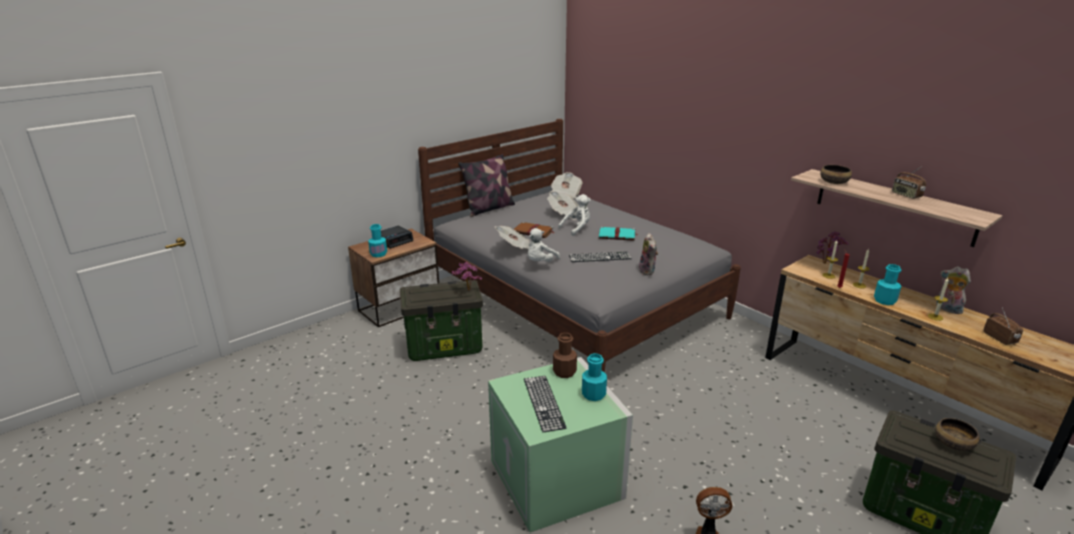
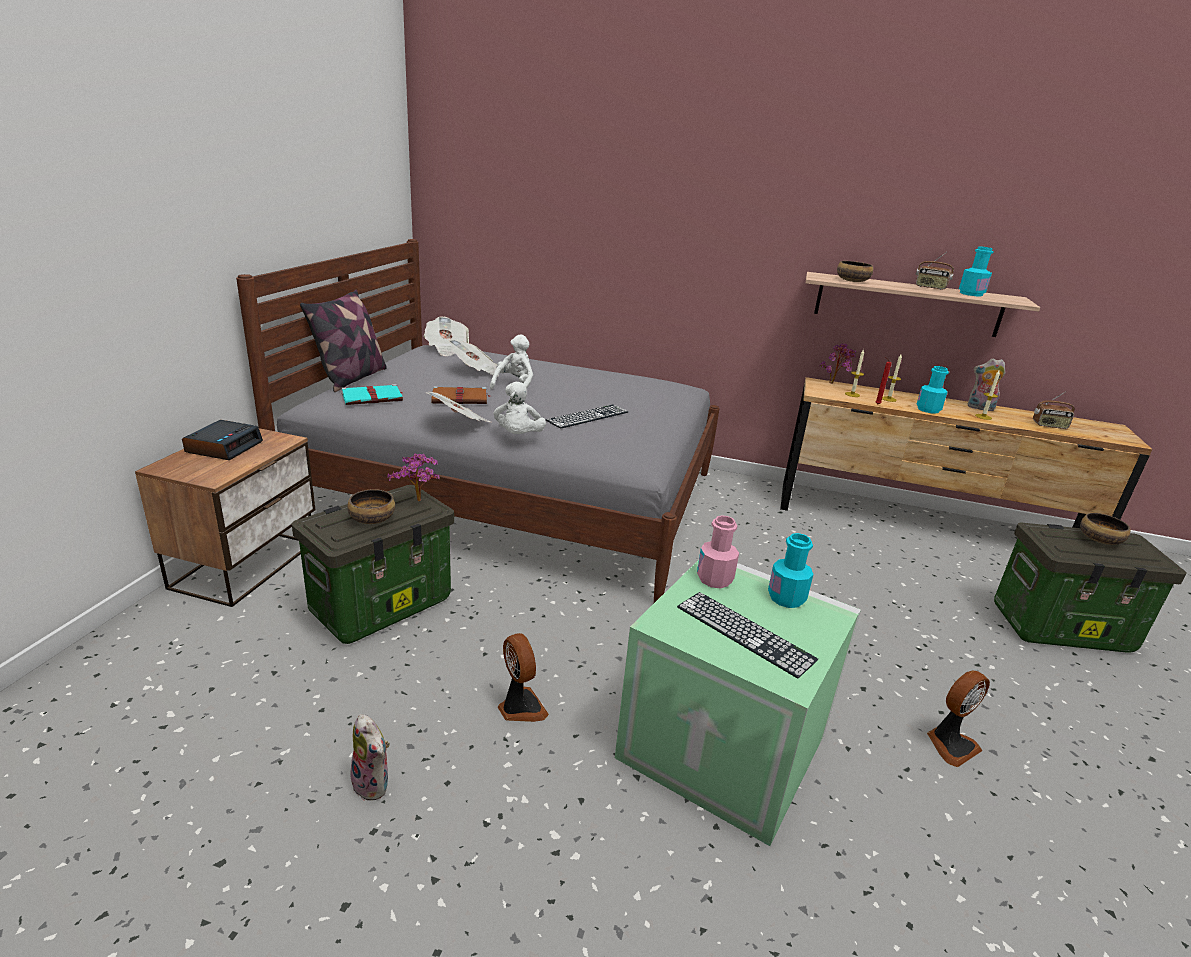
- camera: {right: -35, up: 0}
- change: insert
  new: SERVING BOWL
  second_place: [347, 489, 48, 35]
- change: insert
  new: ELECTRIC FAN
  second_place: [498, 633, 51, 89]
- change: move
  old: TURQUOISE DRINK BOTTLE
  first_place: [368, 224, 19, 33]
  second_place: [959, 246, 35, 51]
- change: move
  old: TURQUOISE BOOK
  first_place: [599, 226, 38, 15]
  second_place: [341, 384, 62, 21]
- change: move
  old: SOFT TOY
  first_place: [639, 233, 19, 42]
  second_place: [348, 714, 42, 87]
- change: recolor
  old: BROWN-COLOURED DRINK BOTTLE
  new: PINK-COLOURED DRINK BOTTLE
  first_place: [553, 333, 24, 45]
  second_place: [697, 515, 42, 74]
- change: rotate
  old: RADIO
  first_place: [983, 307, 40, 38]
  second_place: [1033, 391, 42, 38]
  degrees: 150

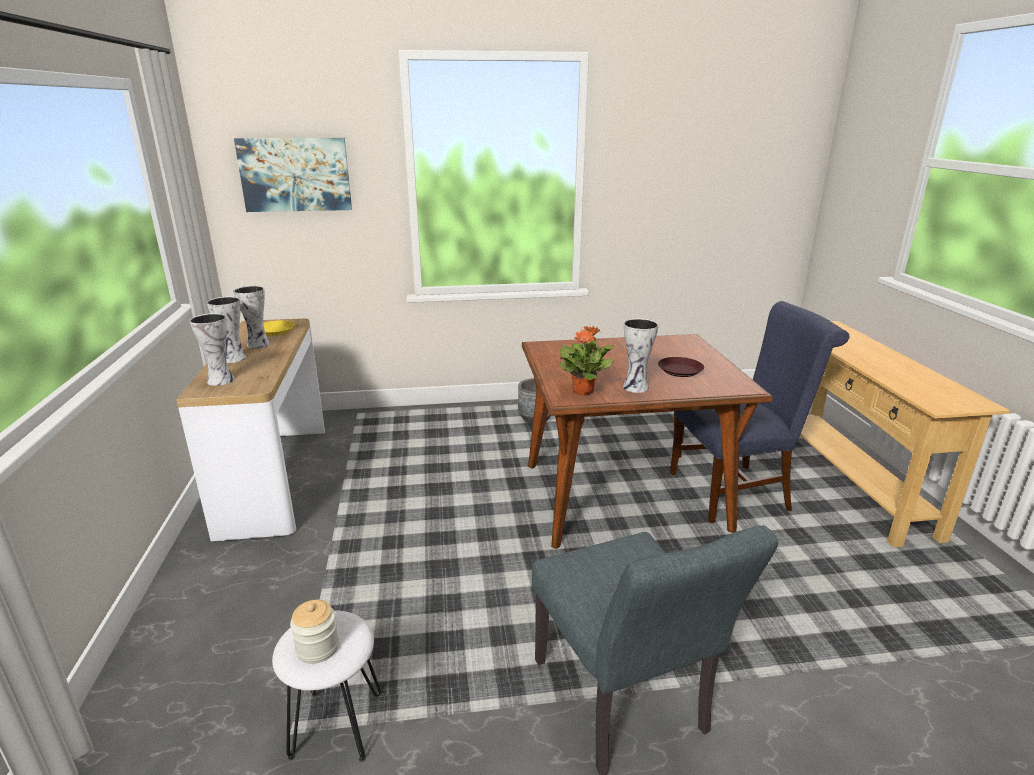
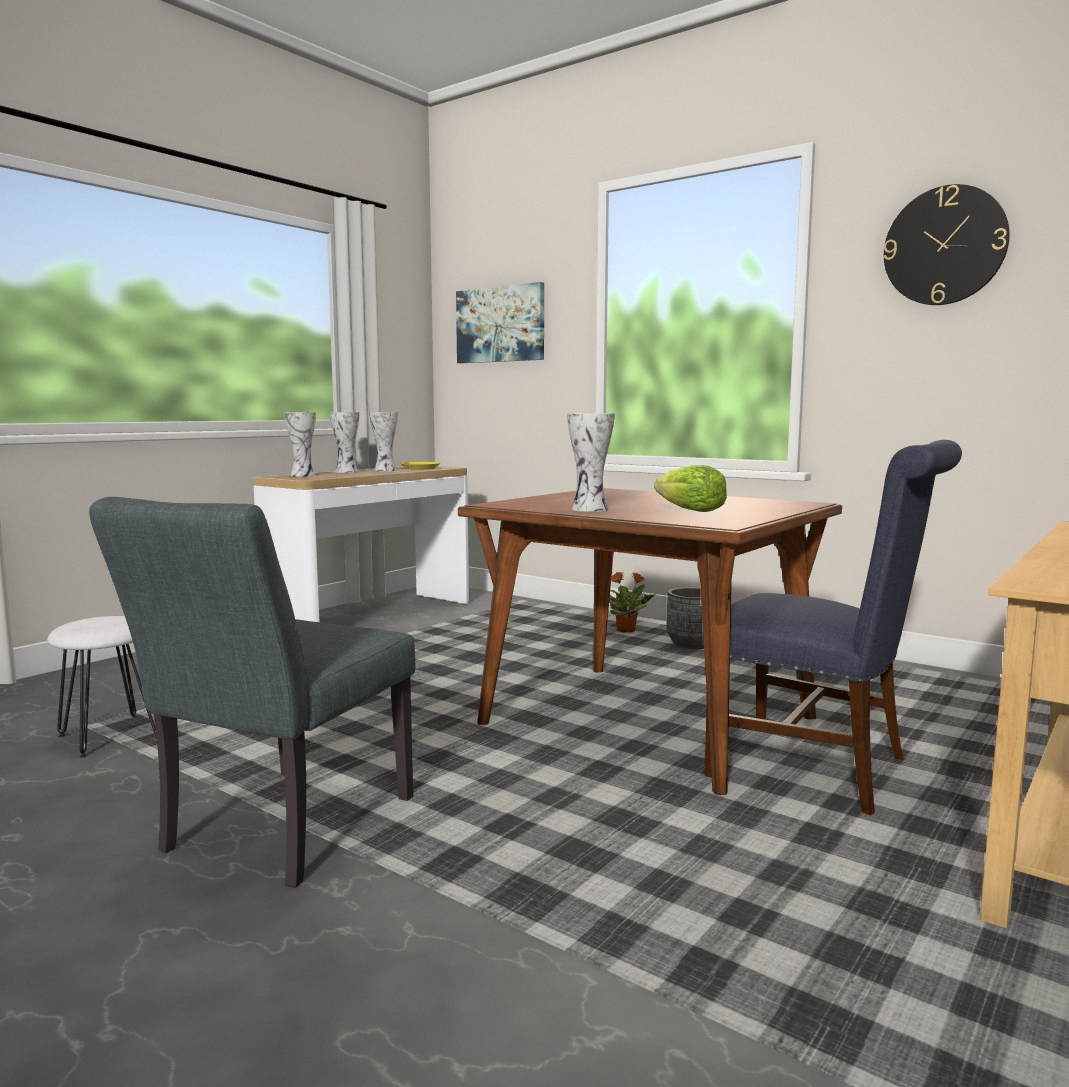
- camera: {right: 45, up: -15}
- change: delete
  old: STORAGE JAR
  first_place: [290, 600, 49, 64]
- change: insert
  new: HANGING CLOCK
  second_place: [883, 184, 127, 121]
- change: move
  old: PLANT IN A POT
  first_place: [559, 326, 56, 69]
  second_place: [609, 572, 46, 61]
- change: replace
  old: BROWN-COLOURED PLATE
  new: LETTUCE
  first_place: [658, 357, 46, 20]
  second_place: [654, 465, 73, 47]

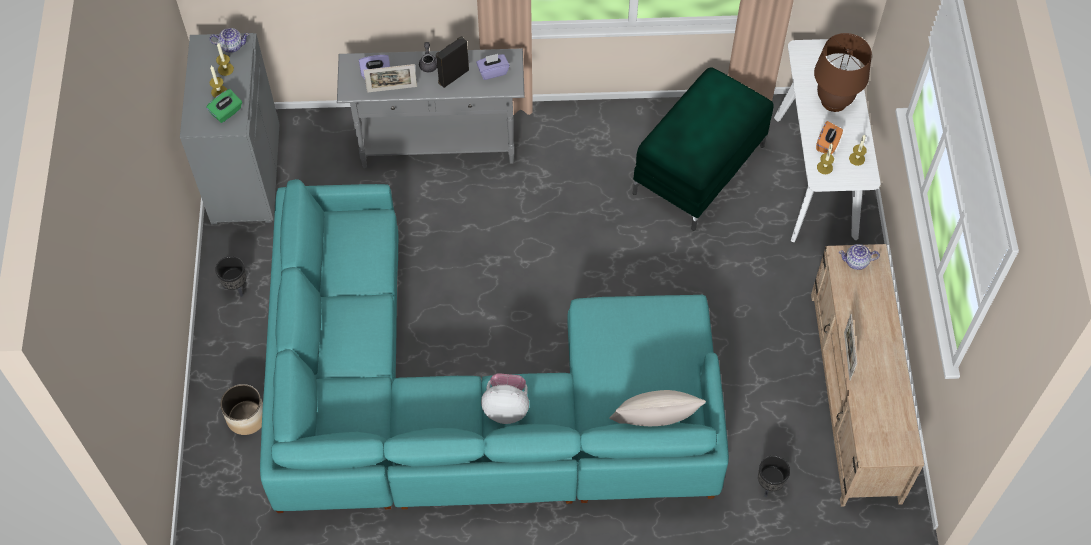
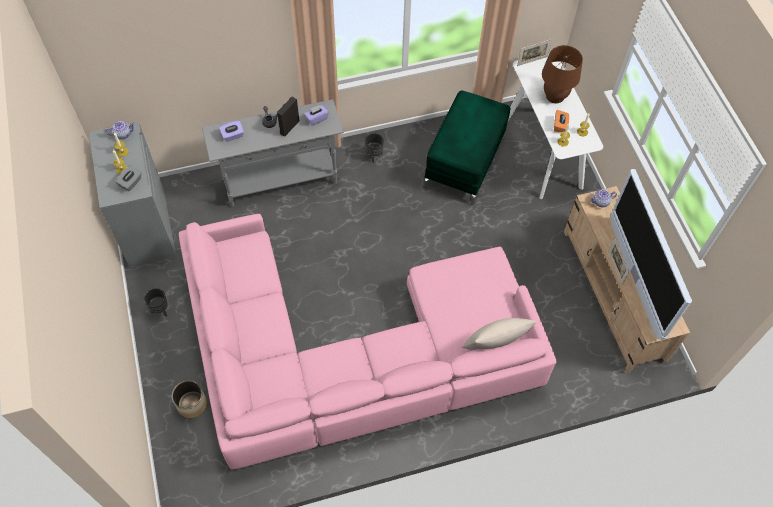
- camera: {right: -15, up: 0}
- change: delete
  old: SOFT TOY
  first_place: [481, 373, 48, 51]
- change: insert
  new: TELEVISION
  second_place: [610, 169, 82, 171]
- change: move
  old: STANDING FRAME
  first_place: [363, 64, 54, 29]
  second_place: [517, 39, 35, 27]
- change: move
  old: BLACK-COLOURED PLANTER
  first_place: [758, 456, 32, 41]
  second_place: [365, 133, 19, 30]
- change: recolor
  old: GREEN-COLOURED BOX OF TISSUES
  new: GREY BOX OF TISSUES
  first_place: [206, 89, 36, 34]
  second_place: [115, 165, 27, 26]
- change: recolor
  old: TURQUOISE SETTEE
  new: PINK-COLOURED SETTEE
  first_place: [260, 179, 469, 334]
  second_place: [179, 214, 378, 256]

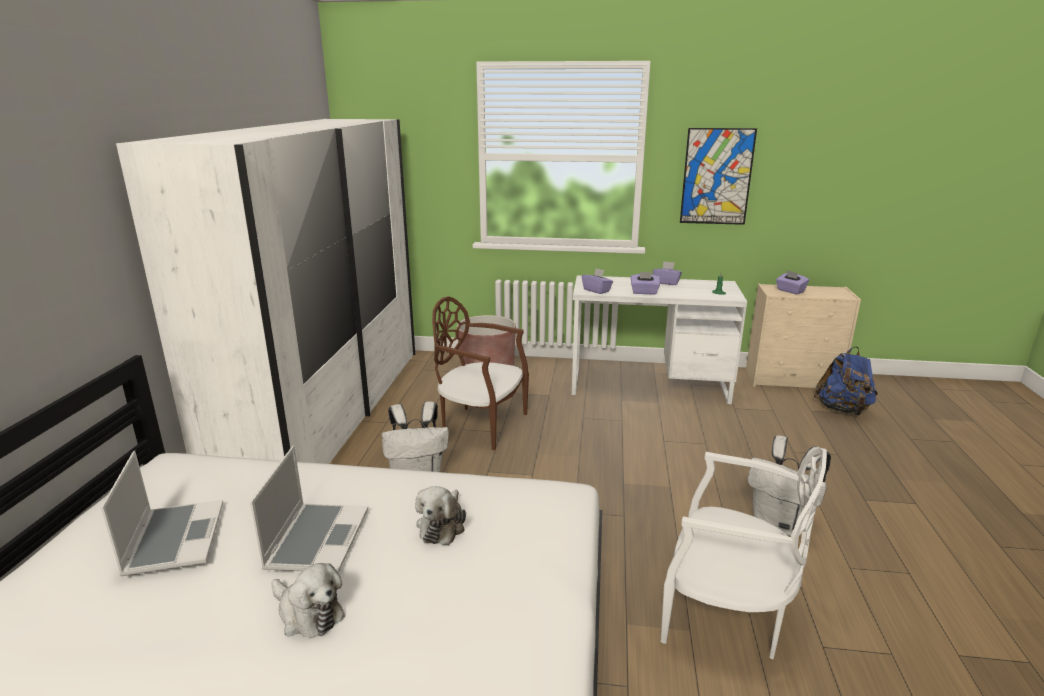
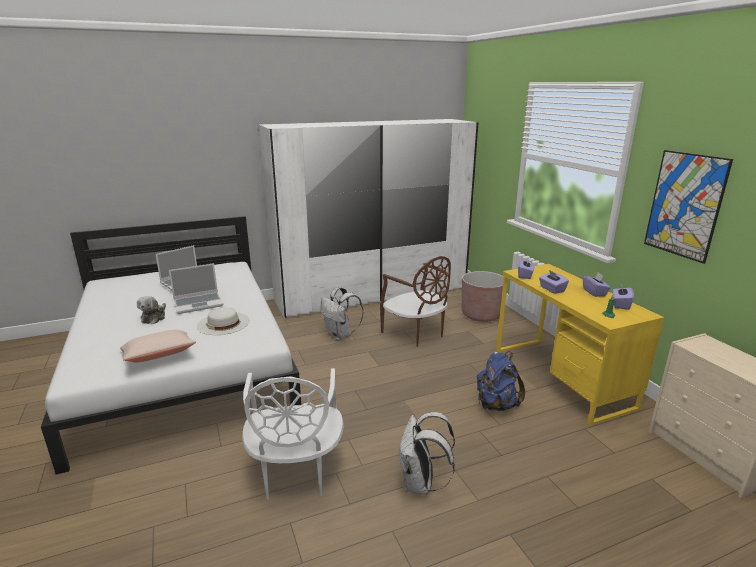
- camera: {right: 60, up: 0}
- change: insert
  new: BEIGE CUSHION
  second_place: [120, 330, 76, 33]
- change: move
  old: PURPLISH BOX OF TISSUES
  first_place: [776, 270, 33, 24]
  second_place: [613, 287, 21, 23]
- change: move
  old: BLUISH KNAPSACK
  first_place: [814, 346, 64, 69]
  second_place: [477, 351, 48, 60]
- change: replace
  old: SOFT TOY
  new: WHITE-COLOURED HAT
  first_place: [415, 486, 51, 59]
  second_place: [197, 307, 53, 28]
- change: recolor
  old: WHITE-COLOURED DESK
  new: YELLOW-COLOURED DESK
  first_place: [572, 275, 175, 129]
  second_place: [496, 264, 168, 162]
- change: rotate
  old: BROWN-COLOURED PLAIN CHAIR
  first_place: [432, 296, 97, 154]
  second_place: [380, 256, 71, 91]
  degrees: 150

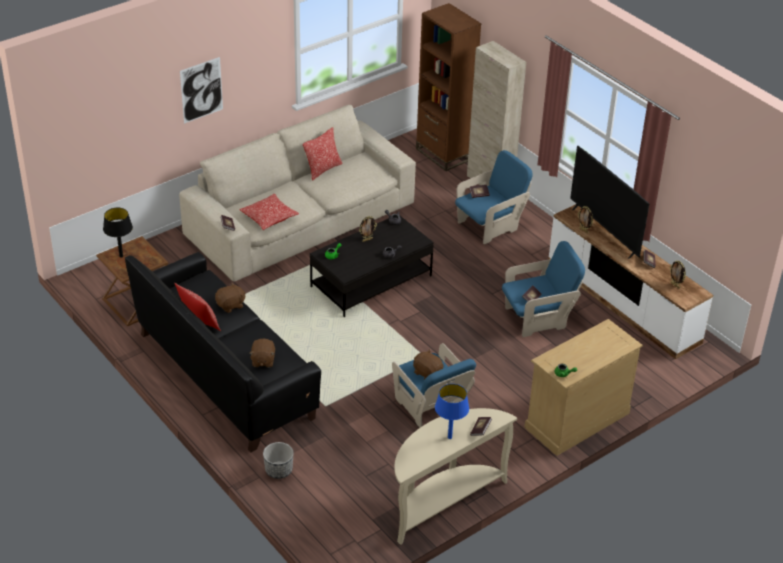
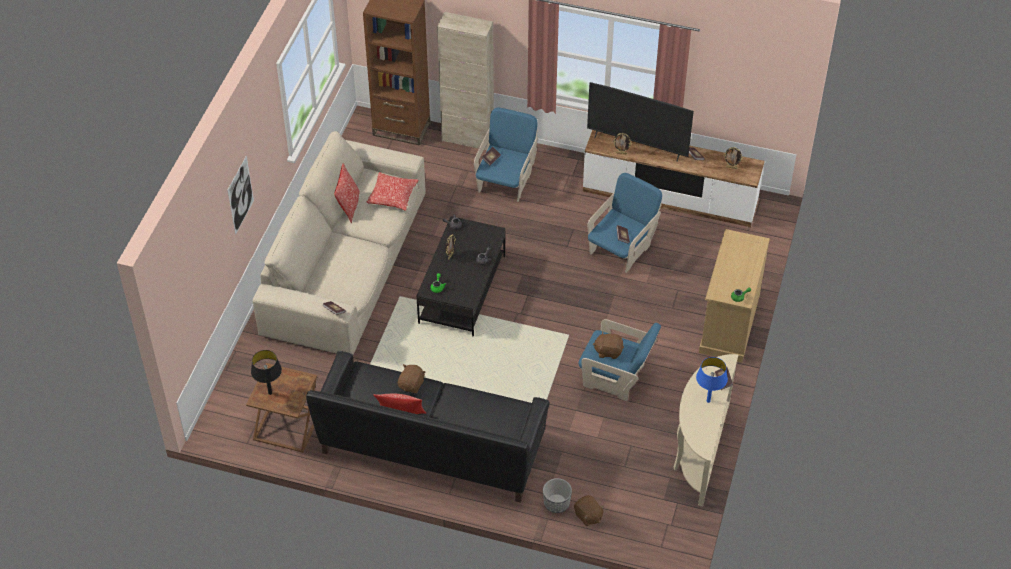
- camera: {right: -35, up: 10}
- change: move
  old: CUSHION
  first_place: [239, 194, 60, 36]
  second_place: [367, 172, 51, 39]
- change: move
  old: BROWN-COLOURED SOFT TOY
  first_place: [249, 339, 26, 28]
  second_place: [574, 495, 30, 31]

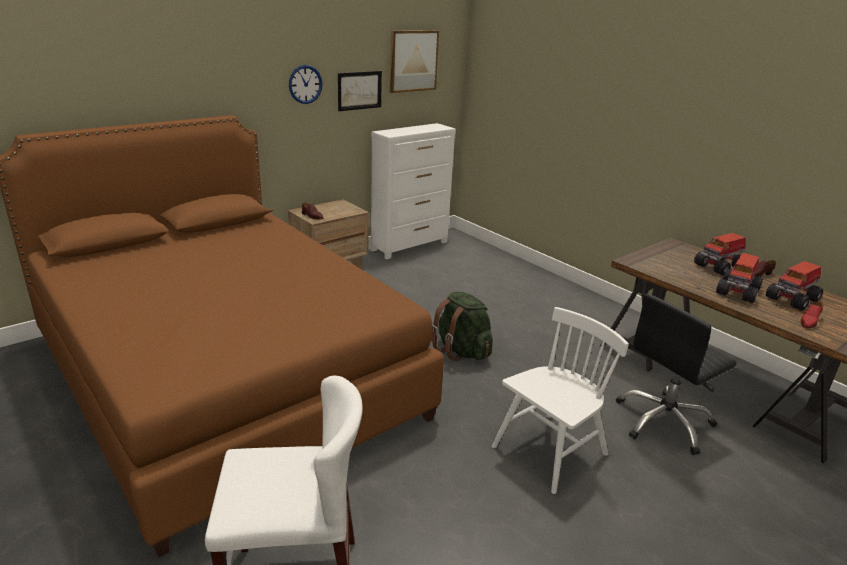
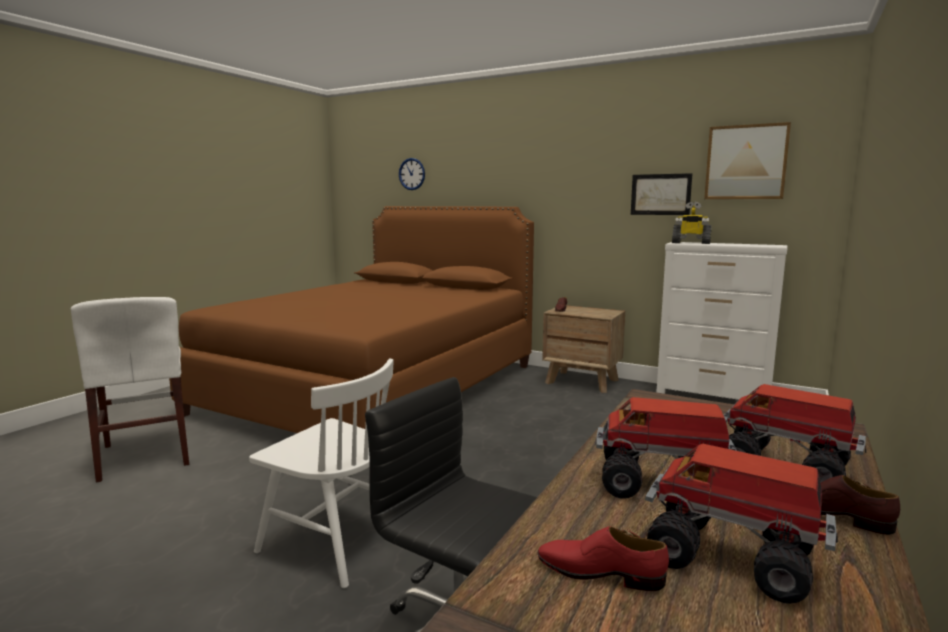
- camera: {right: 70, up: -15}
- change: delete
  old: GREEN-COLOURED KNAPSACK
  first_place: [431, 292, 62, 69]
- change: insert
  new: ROBOT FIGURE
  second_place: [672, 202, 40, 42]
- change: move
  old: HANGING CLOCK
  first_place: [289, 65, 33, 39]
  second_place: [399, 158, 26, 32]

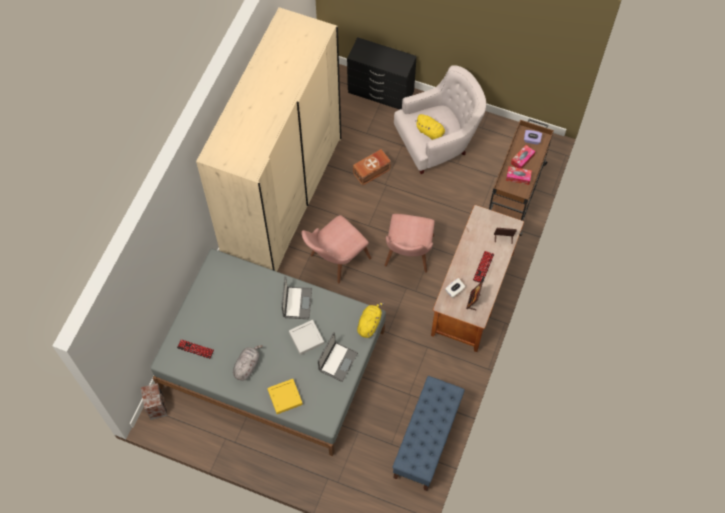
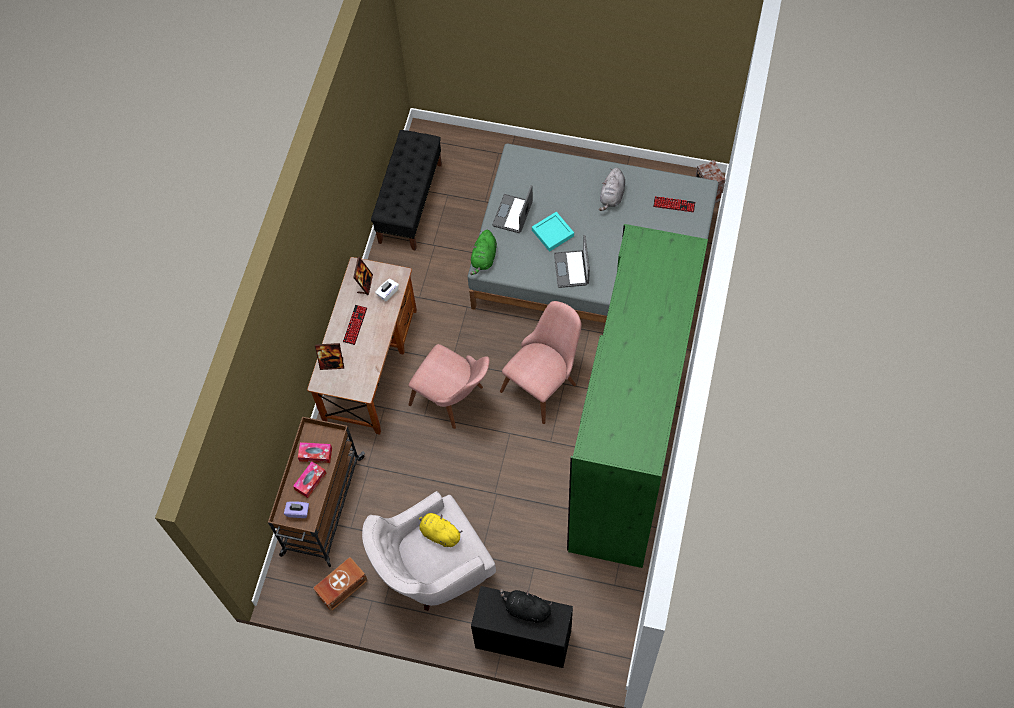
- camera: {right: 175, up: 0}
- change: delete
  old: YELLOW-COLOURED TRAY
  first_place: [267, 379, 36, 35]
- change: insert
  new: BLACK-COLOURED SOFT TOY
  second_place: [500, 589, 52, 34]
- change: move
  old: BROWN-COLOURED STORAGE BOX
  first_place: [353, 149, 38, 37]
  second_place: [313, 557, 55, 54]
- change: recolor
  old: BEIGE ARMOIRE
  new: GREEN-COLOURED ARMOIRE
  first_place: [196, 7, 145, 264]
  second_place: [567, 224, 141, 344]
- change: recolor
  old: GREY TRAY
  new: TURQUOISE TRAY
  first_place: [289, 320, 35, 35]
  second_place: [532, 212, 42, 39]
- change: recolor
  old: YELLOW-COLOURED SOFT TOY
  new: GREEN-COLOURED SOFT TOY
  first_place: [357, 303, 27, 35]
  second_place: [470, 230, 27, 45]
- change: recolor
  old: BLUISH BENCH
  new: BLACK-COLOURED BENCH
  first_place: [392, 376, 73, 115]
  second_place: [371, 130, 71, 121]
- change: rotate
  old: PINK-COLOURED PLAIN CHAIR
  first_place: [384, 214, 51, 59]
  second_place: [408, 344, 82, 85]
  degrees: 120

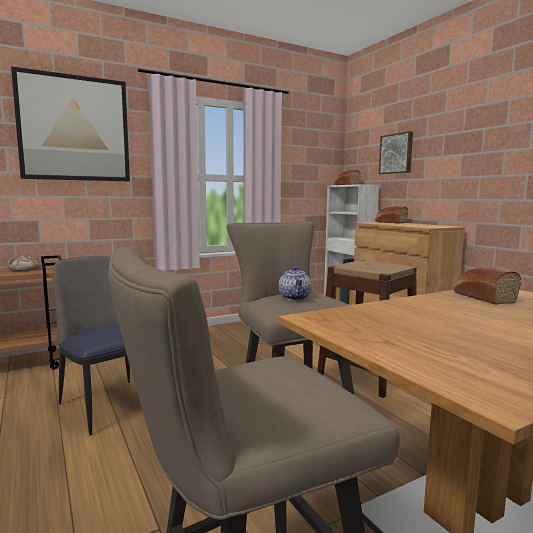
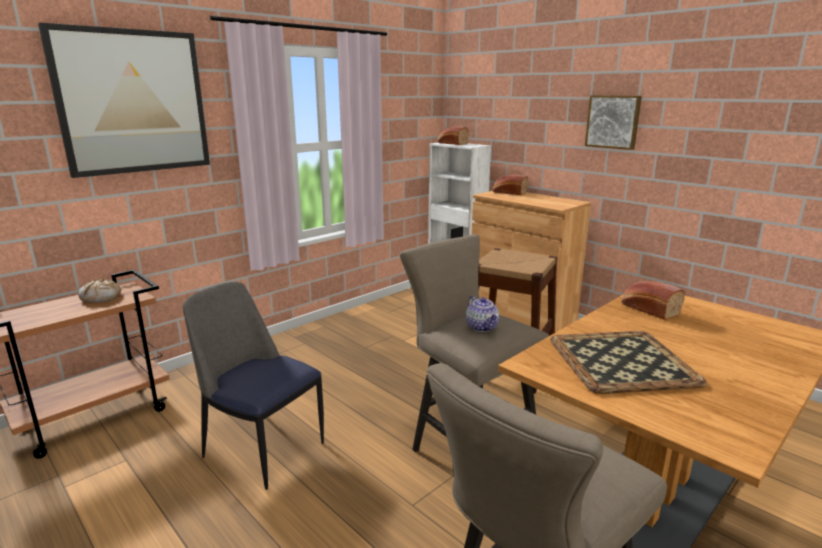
- camera: {right: -15, up: 10}
- change: insert
  new: TRAY
  second_place: [550, 331, 157, 63]
- change: move
  old: PICTURE
  first_place: [379, 131, 34, 43]
  second_place: [585, 95, 57, 55]

